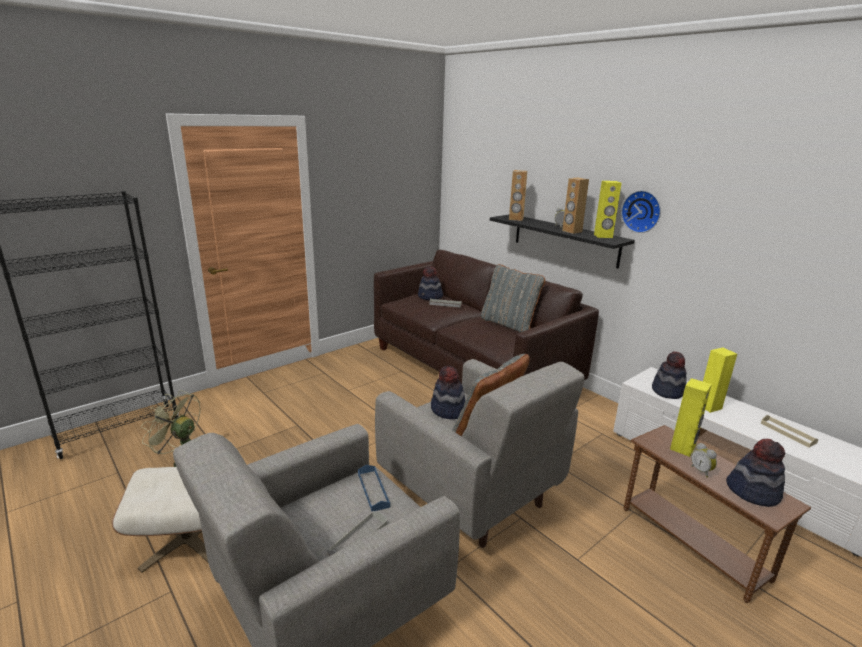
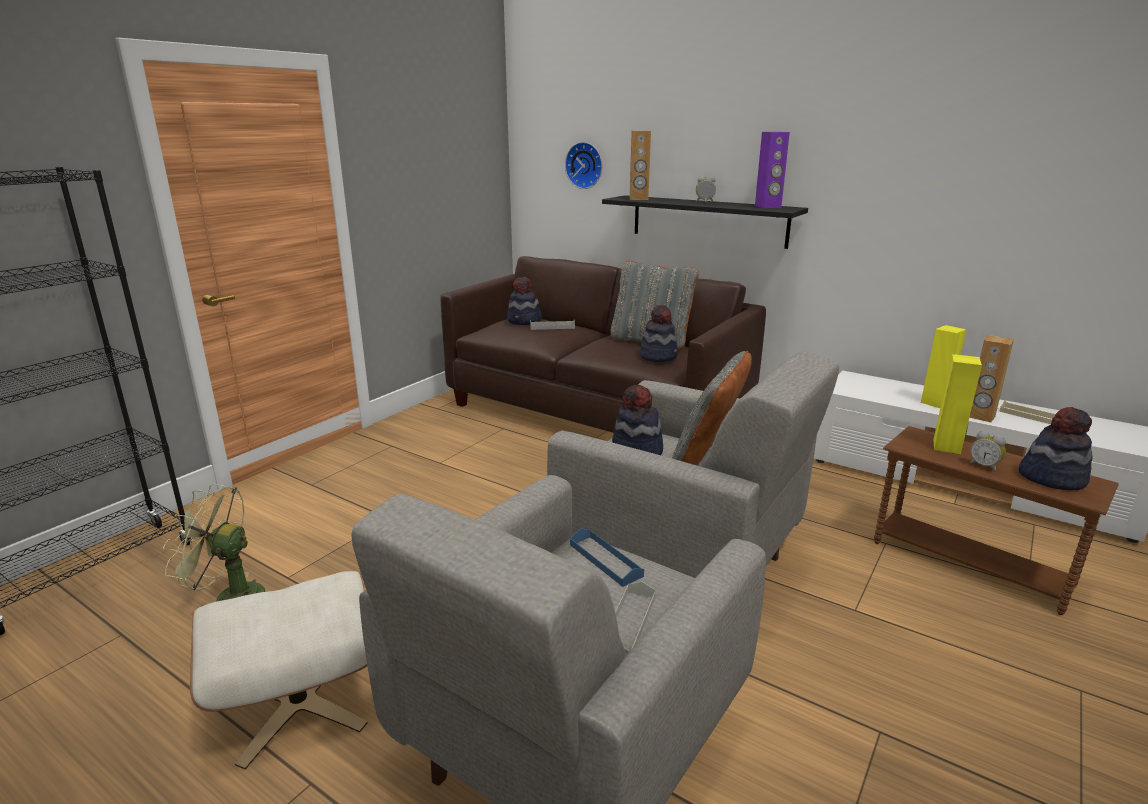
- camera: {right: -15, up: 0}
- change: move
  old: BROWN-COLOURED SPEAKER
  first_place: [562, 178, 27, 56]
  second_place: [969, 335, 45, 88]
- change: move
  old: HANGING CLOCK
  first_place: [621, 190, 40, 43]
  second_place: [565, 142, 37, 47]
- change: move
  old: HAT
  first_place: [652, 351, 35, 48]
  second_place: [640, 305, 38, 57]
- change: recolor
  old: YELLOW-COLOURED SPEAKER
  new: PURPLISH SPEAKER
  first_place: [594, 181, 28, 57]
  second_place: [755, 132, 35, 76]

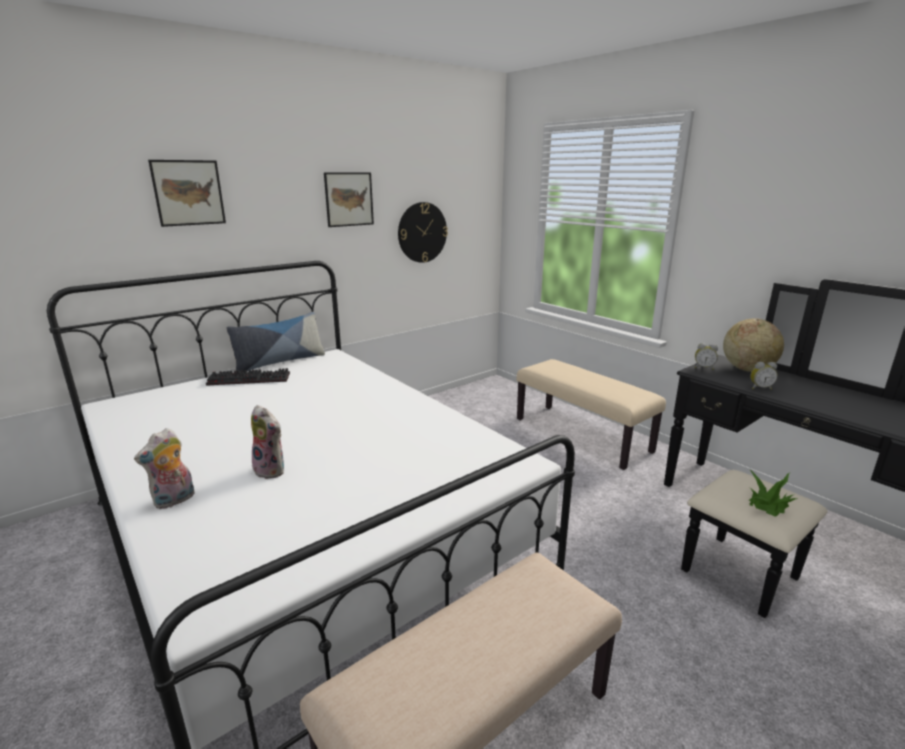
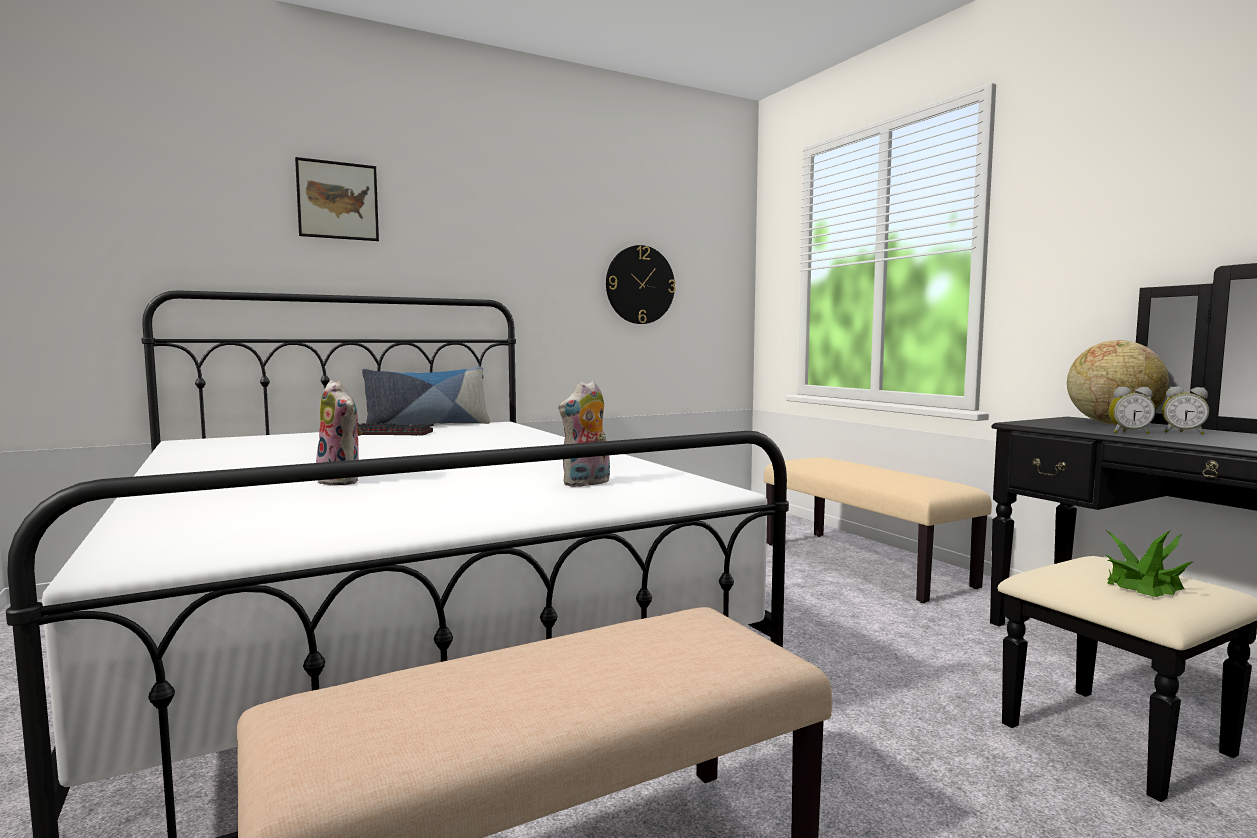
- camera: {right: 10, up: -15}
- change: delete
  old: PICTURE
  first_place: [324, 172, 50, 55]
- change: move
  old: SOFT TOY
  first_place: [134, 428, 61, 81]
  second_place: [558, 381, 52, 106]
- change: move
  old: BEDSIDE CLOCK
  first_place: [695, 343, 23, 27]
  second_place: [1162, 387, 47, 47]

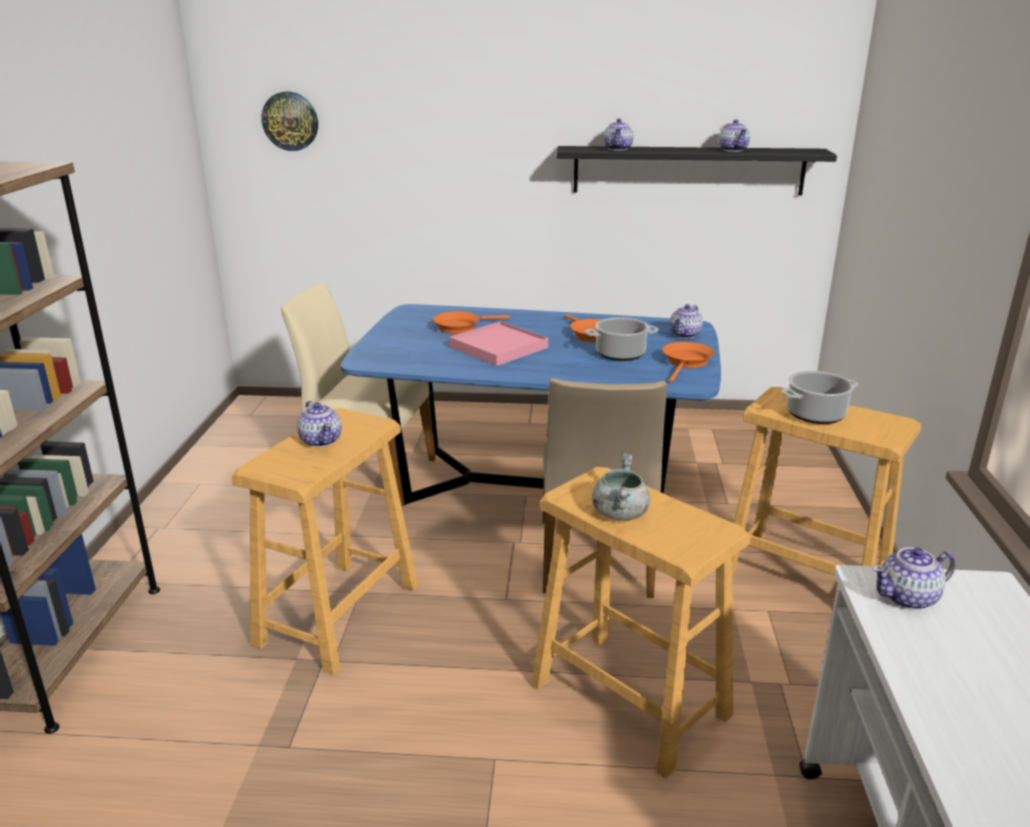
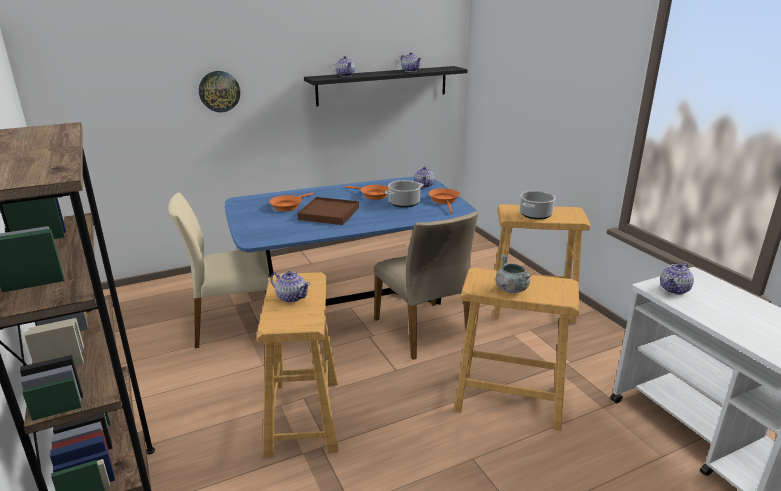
- camera: {right: -30, up: 0}
- change: move
  old: HANGING CLOCK
  first_place: [261, 92, 57, 59]
  second_place: [199, 71, 41, 41]
- change: recolor
  old: PINK-COLOURED TRAY
  new: BROWN-COLOURED TRAY
  first_place: [449, 321, 99, 45]
  second_place: [297, 197, 62, 28]

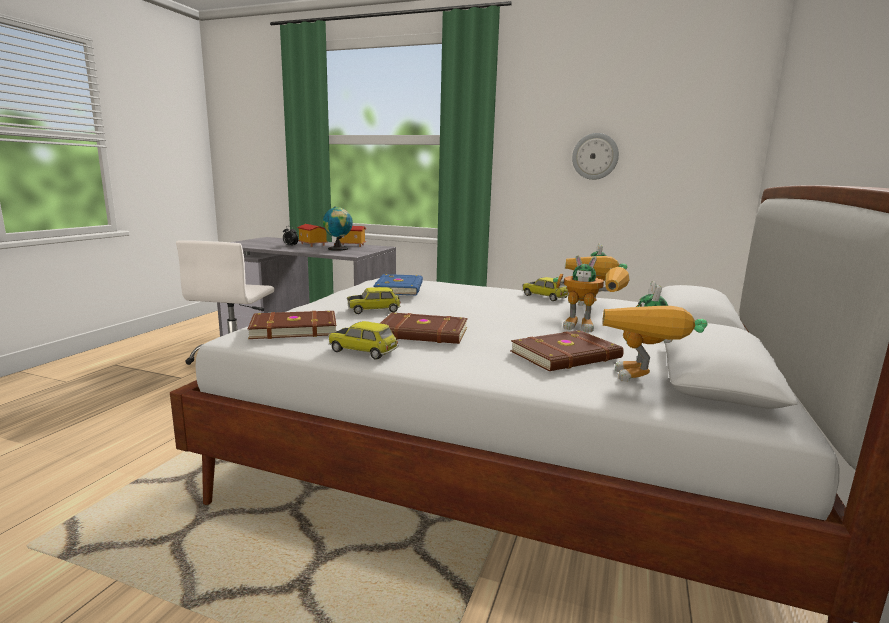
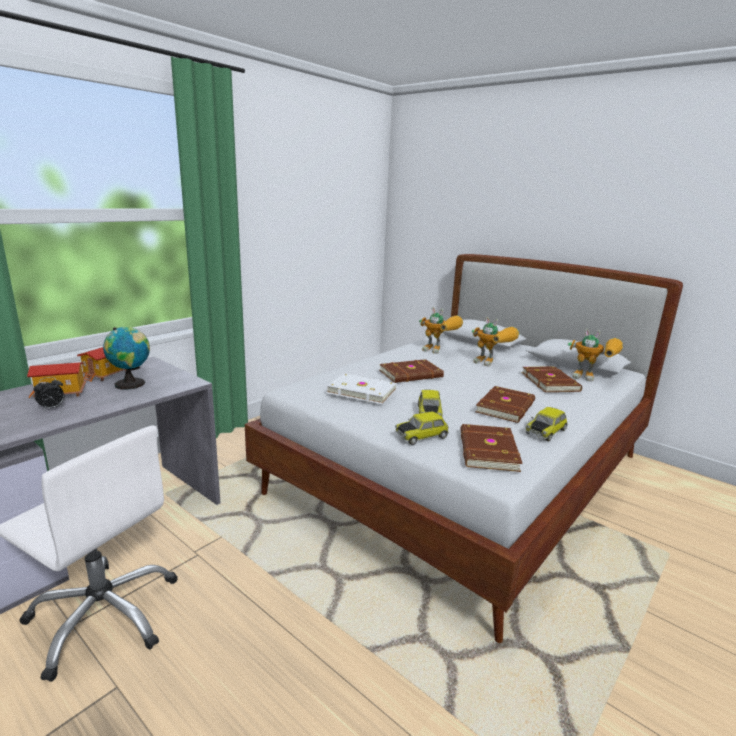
- camera: {right: -70, up: 5}
- change: delete
  old: HANGING CLOCK
  first_place: [572, 133, 47, 47]
- change: insert
  new: BROWN-COLOURED BOOK
  second_place: [379, 359, 65, 24]
- change: move
  old: TOY CAR
  first_place: [523, 277, 46, 24]
  second_place: [395, 411, 54, 34]
- change: recolor
  old: BLUISH BOOK
  new: WHITE-COLOURED BOOK
  first_place: [373, 274, 50, 21]
  second_place: [327, 374, 70, 30]
- change: rotate
  old: ROBOT FIGURE
  first_place: [553, 255, 77, 77]
  second_place: [472, 317, 47, 50]
  degrees: 90

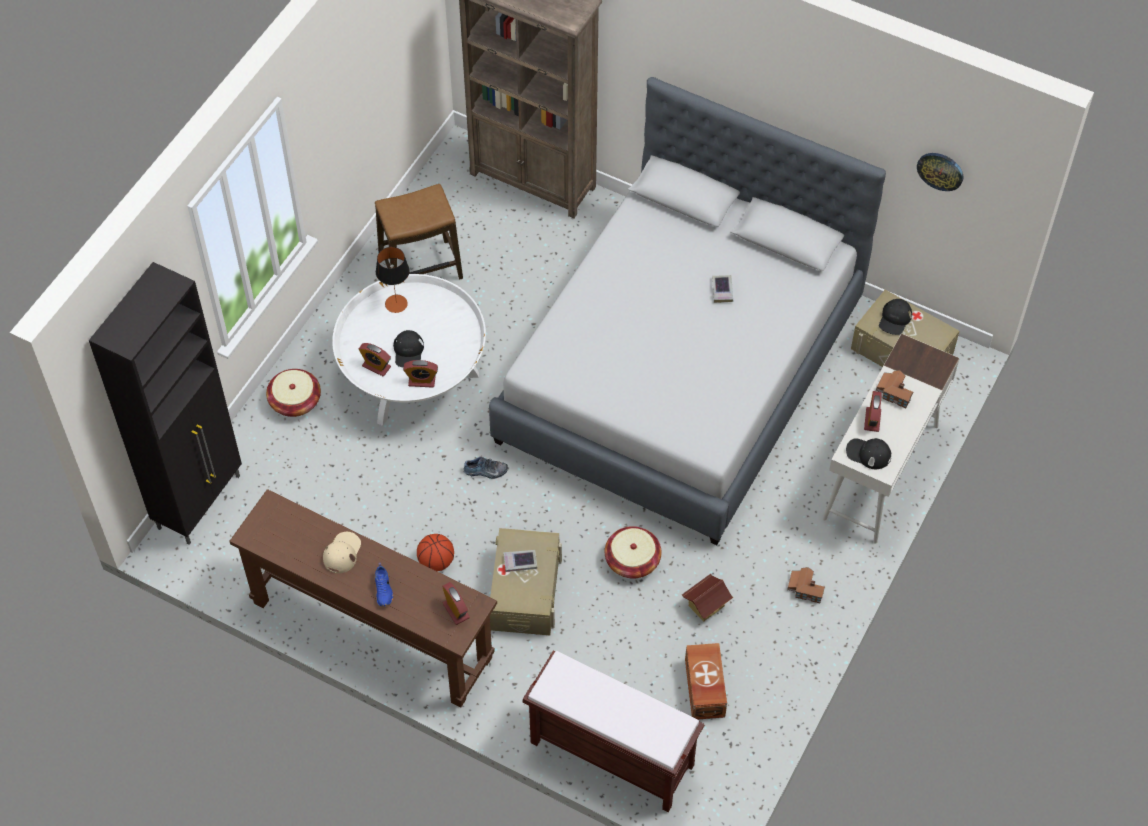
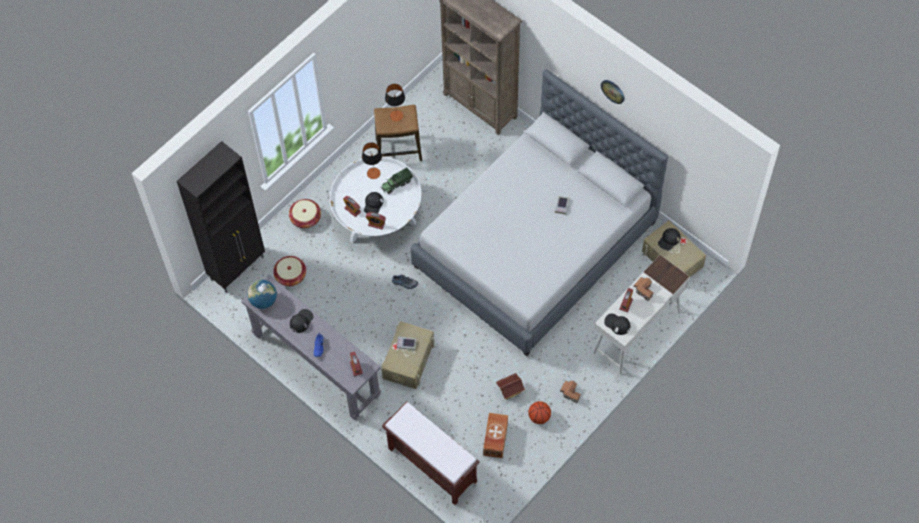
- camera: {right: 15, up: 5}
- change: insert
  new: DESK GLOBE
  second_place: [247, 280, 30, 29]
- change: insert
  new: MODEL TRUCK
  second_place: [380, 168, 33, 26]
- change: insert
  new: TABLETOP LAMP
  second_place: [385, 84, 20, 37]
- change: move
  old: BASKETBALL
  first_place: [417, 534, 37, 37]
  second_place: [528, 401, 23, 23]
- change: move
  old: BASKET
  first_place: [605, 526, 57, 52]
  second_place: [273, 256, 33, 30]
- change: move
  old: HANGING CLOCK
  first_place: [917, 153, 47, 38]
  second_place: [601, 80, 24, 24]
- change: recolor
  old: BROWN-COLOURED NARROW TABLE
  new: GREY NARROW TABLE
  first_place: [229, 489, 268, 219]
  second_place: [241, 275, 140, 145]
- change: recolor
  old: BEIGE PEAKED CAP
  new: BLACK-COLOURED PEAKED CAP
  first_place: [323, 532, 38, 41]
  second_place: [290, 309, 23, 24]

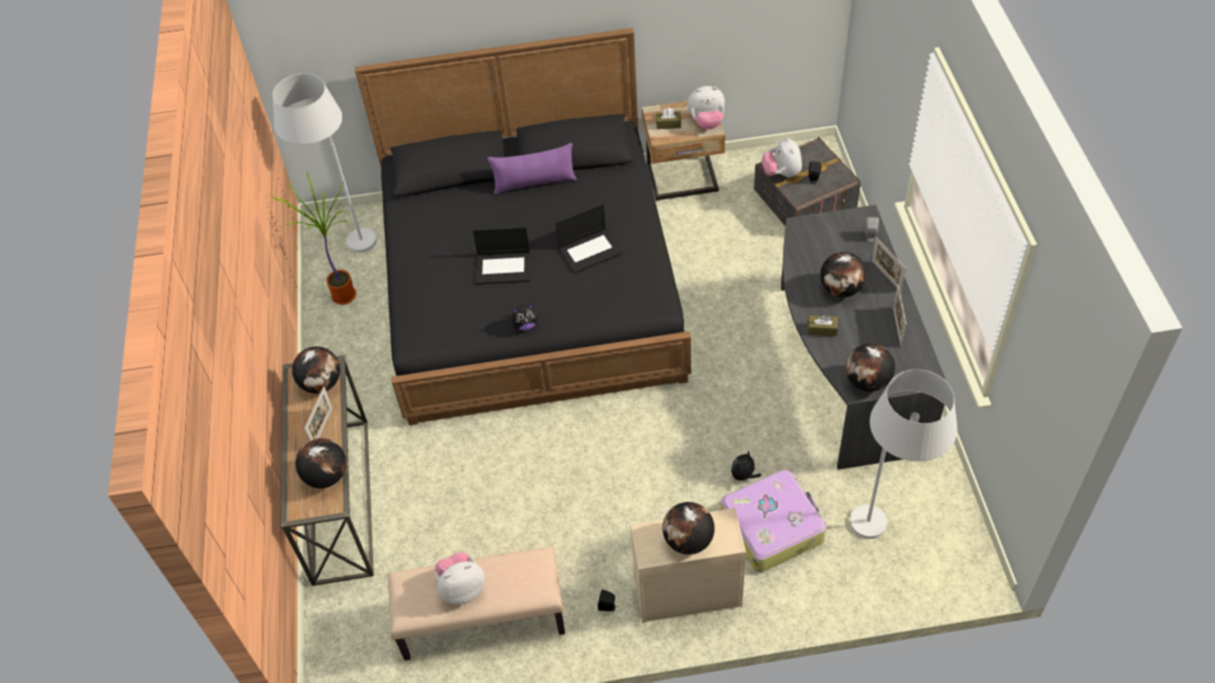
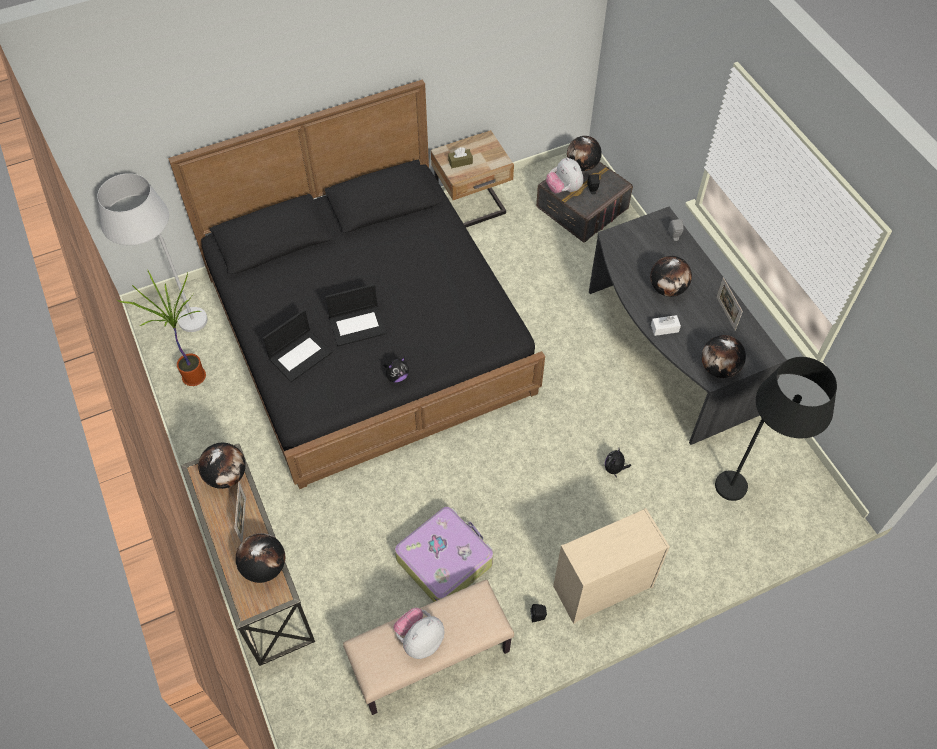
- camera: {right: -20, up: 5}
- change: delete
  old: PURPLISH CUSHION
  first_place: [488, 143, 89, 51]
- change: delete
  old: SOFT TOY
  first_place: [687, 86, 38, 44]
- change: delete
  old: STANDING FRAME
  first_place: [872, 237, 34, 55]
- change: move
  old: LAPTOP
  first_place: [555, 203, 67, 70]
  second_place: [263, 310, 69, 72]
- change: move
  old: DESK GLOBE
  first_place: [662, 502, 53, 53]
  second_place: [567, 136, 35, 35]
- change: move
  old: TRAVEL CASE
  first_place: [721, 470, 105, 102]
  second_place: [395, 507, 98, 95]
- change: recolor
  old: BROWN-COLOURED BOX OF TISSUES
  new: WHITE-COLOURED BOX OF TISSUES
  first_place: [808, 315, 30, 21]
  second_place: [651, 315, 30, 21]
- change: recolor
  old: WHITE-COLOURED STANDING LAMP
  new: BLACK-COLOURED STANDING LAMP
  first_place: [850, 369, 107, 170]
  second_place: [715, 357, 122, 144]

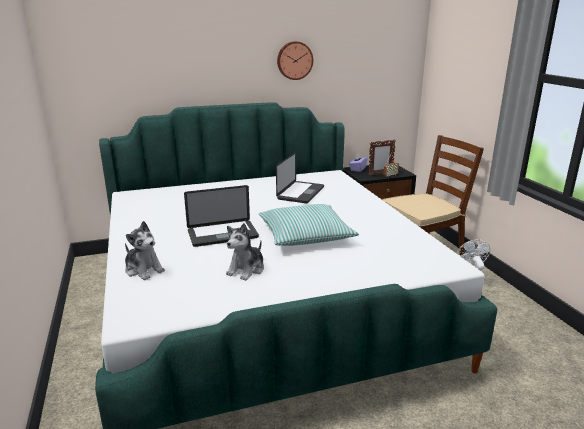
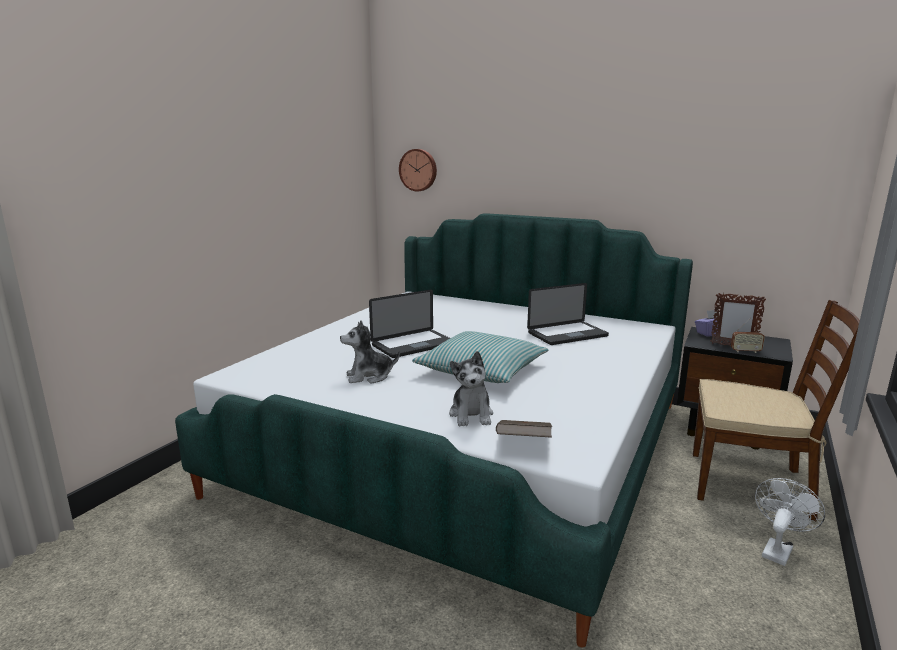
- camera: {right: 45, up: -5}
- change: insert
  new: BROWN-COLOURED BOOK
  second_place: [496, 420, 56, 18]
- change: move
  old: SOFT TOY
  first_place: [125, 221, 40, 59]
  second_place: [449, 351, 44, 75]
- change: move
  old: HANGING CLOCK
  first_place: [277, 41, 36, 39]
  second_place: [399, 149, 38, 42]
- change: rotate
  old: LAPTOP
  first_place: [184, 185, 75, 62]
  second_place: [369, 290, 81, 68]
  degrees: -60

